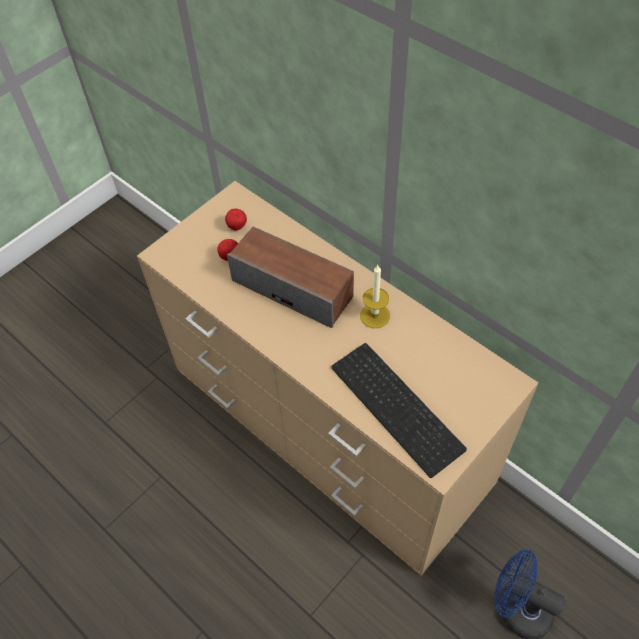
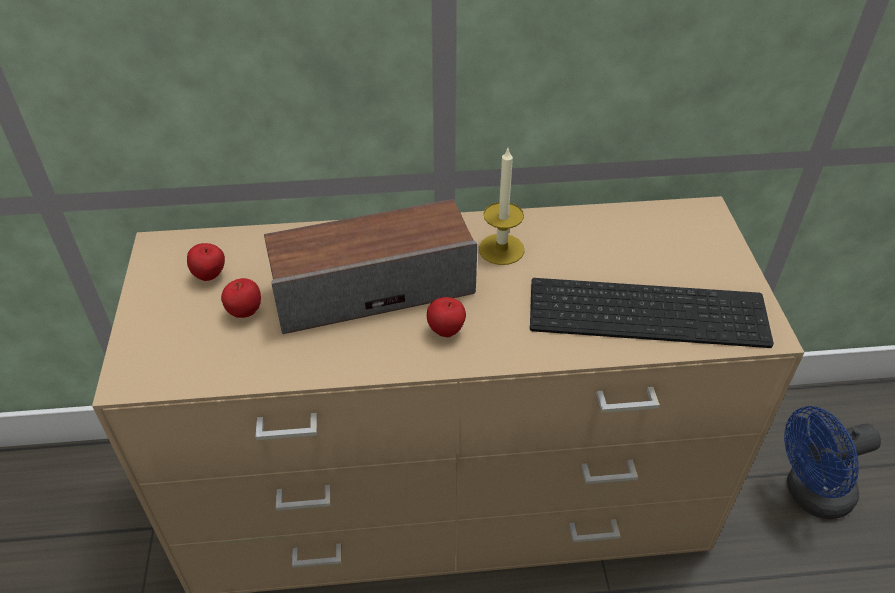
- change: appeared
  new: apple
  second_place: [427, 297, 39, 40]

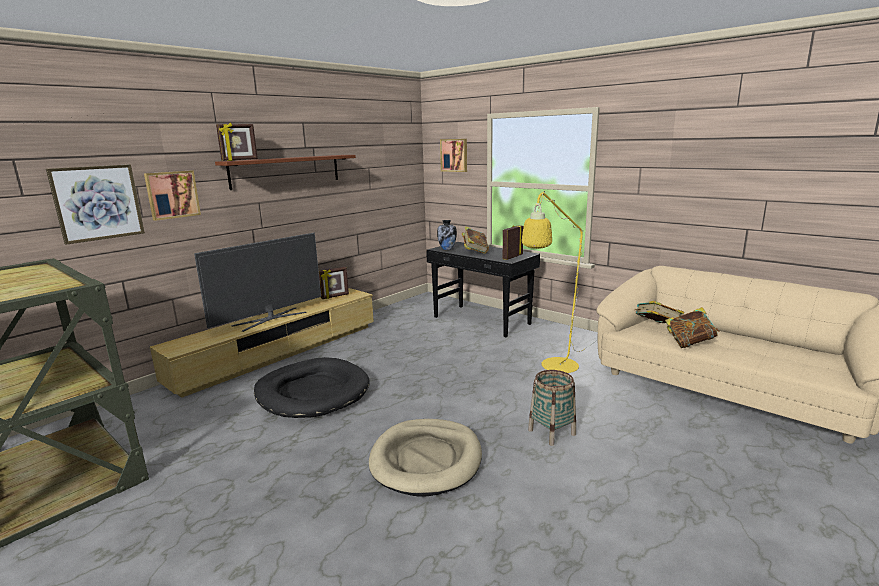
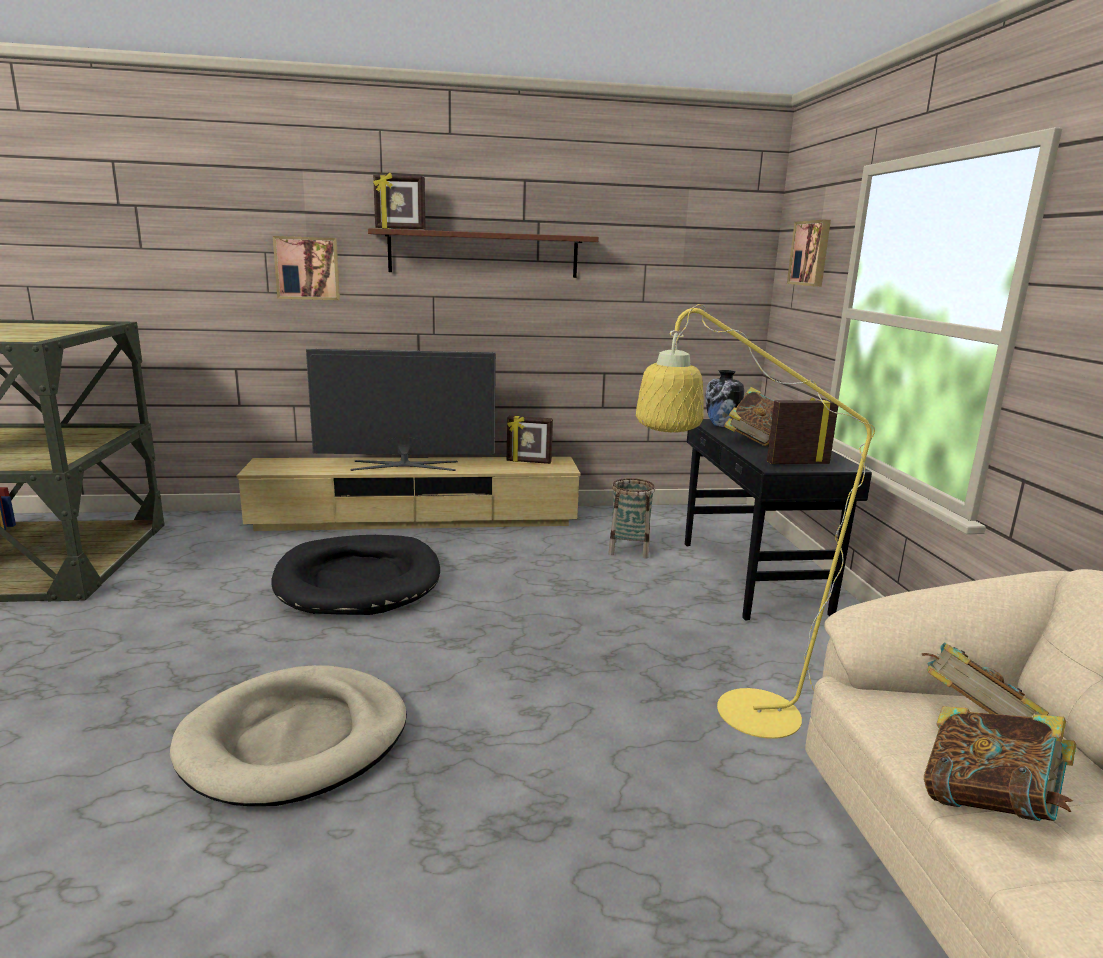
- change: missing
  old: picture
  first_place: [46, 164, 99, 81]
- change: relocated
  old: basket
  first_place: [528, 370, 48, 76]
  second_place: [608, 478, 47, 81]

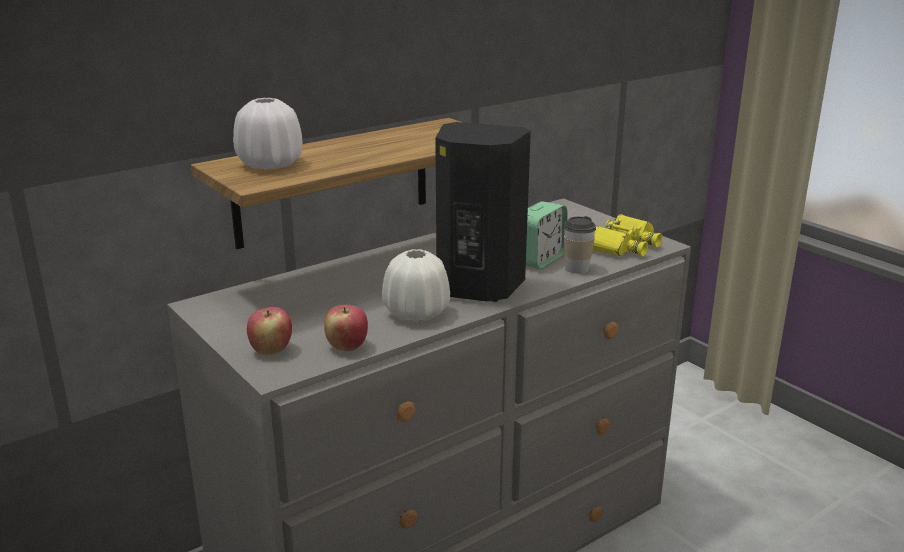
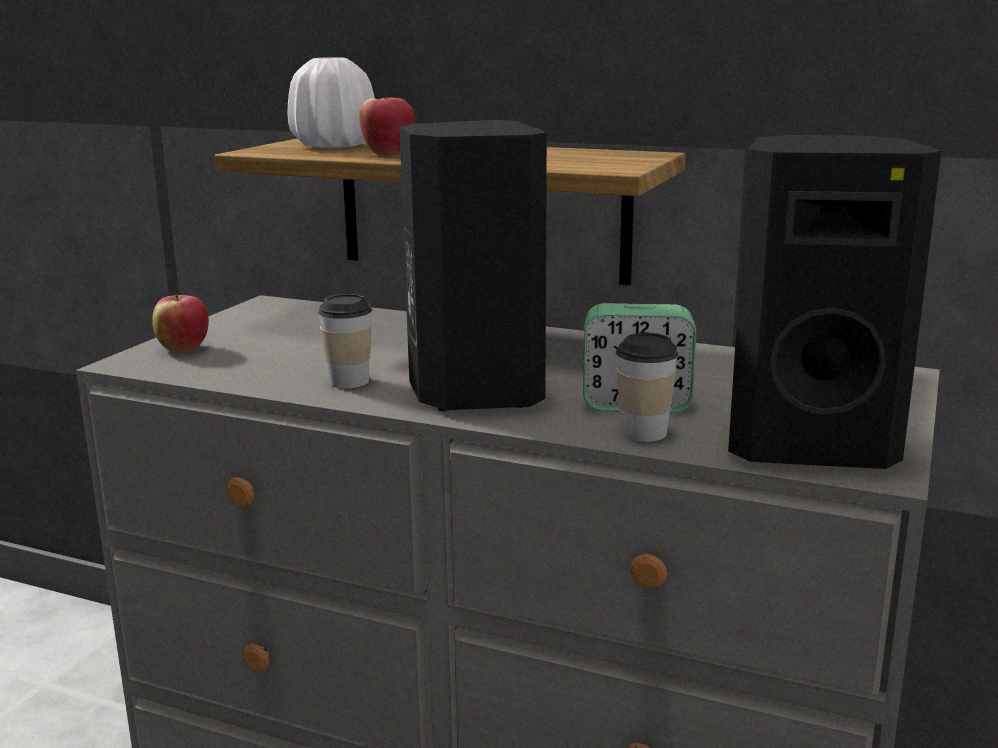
- change: relocated
  old: apple
  first_place: [324, 305, 44, 46]
  second_place: [359, 94, 56, 62]
- change: exchanged
  old: white vase
  new: cup
  first_place: [382, 249, 68, 73]
  second_place: [318, 294, 54, 94]
- change: exchanged
  old: yellow binoculars
  new: black speaker
  first_place: [593, 214, 69, 43]
  second_place: [728, 135, 214, 334]

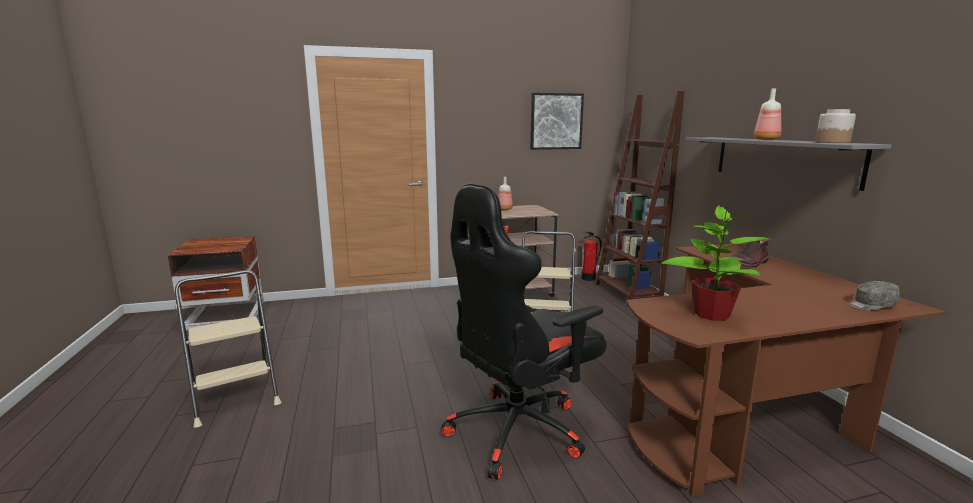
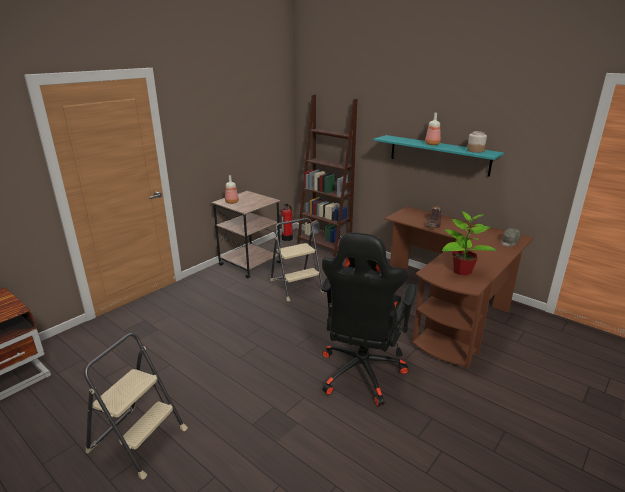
- change: missing
  old: picture
  first_place: [530, 93, 54, 57]
- change: colour
  old: grey shelf
  new: turquoise shelf
  first_place: [686, 137, 206, 54]
  second_place: [373, 135, 131, 42]

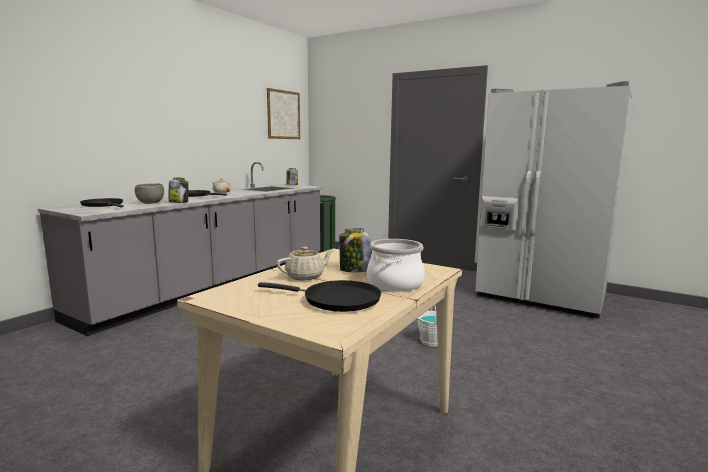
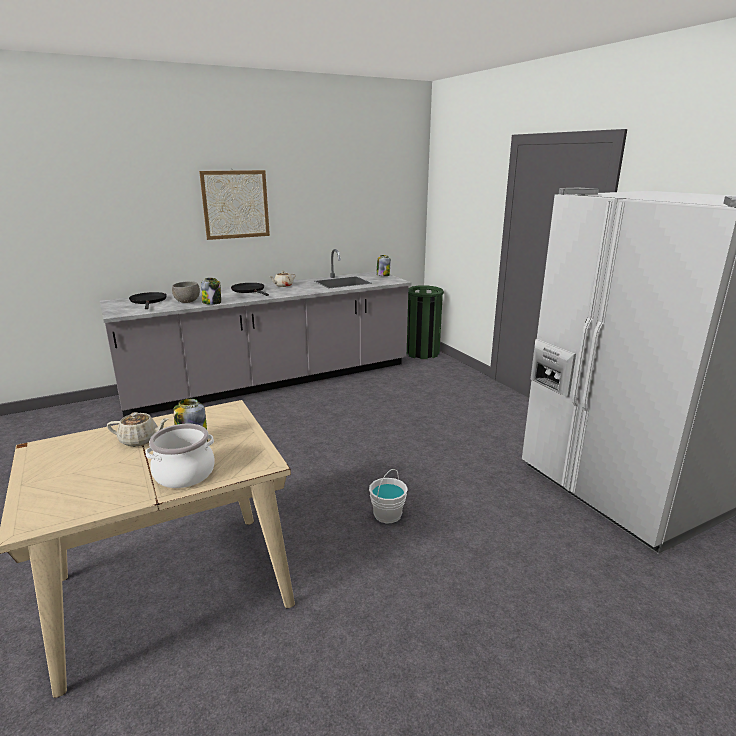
- change: missing
  old: black frying pan
  first_place: [258, 280, 123, 32]
- change: relocated
  old: picture
  first_place: [267, 88, 33, 51]
  second_place: [199, 170, 71, 70]

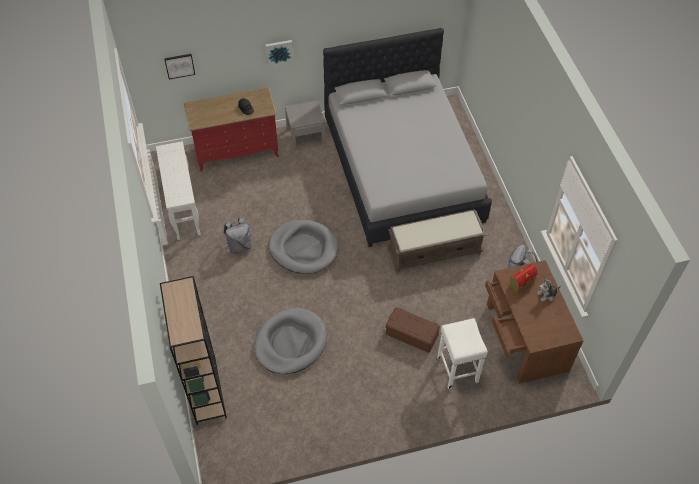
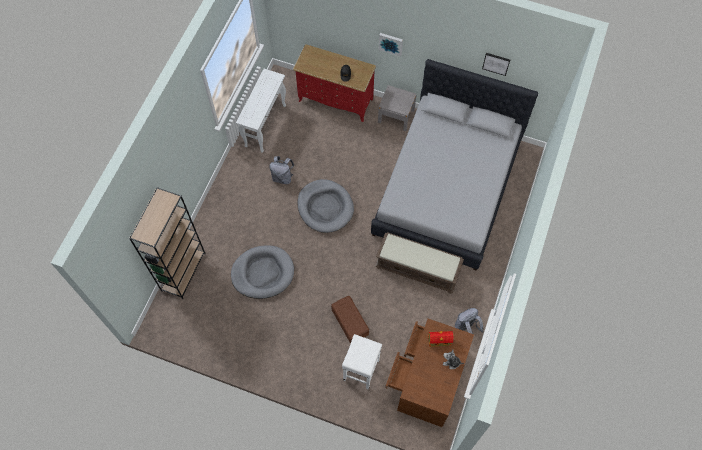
- change: relocated
  old: picture
  first_place: [164, 54, 31, 25]
  second_place: [482, 53, 28, 23]

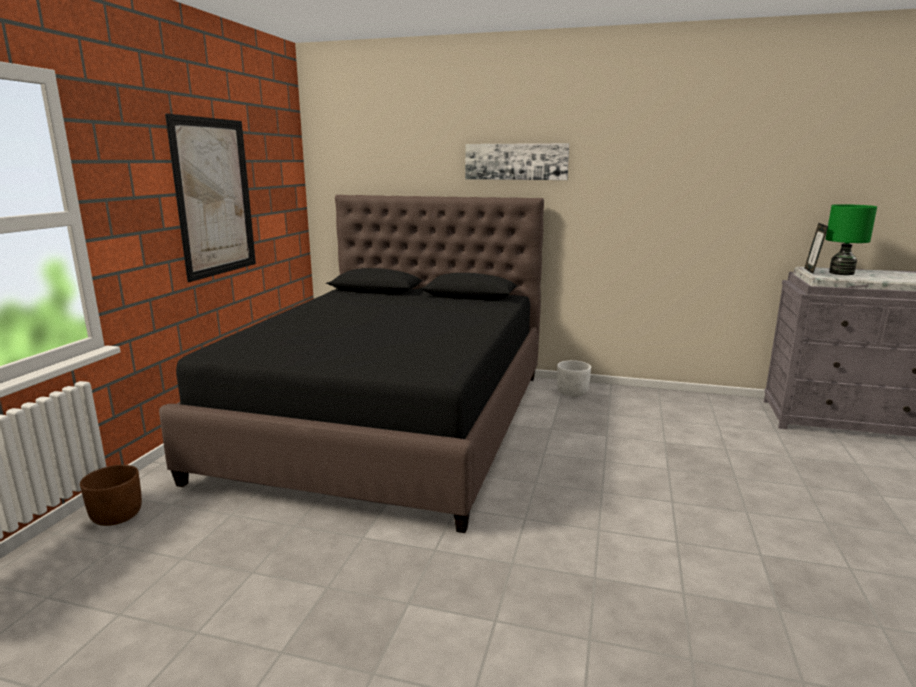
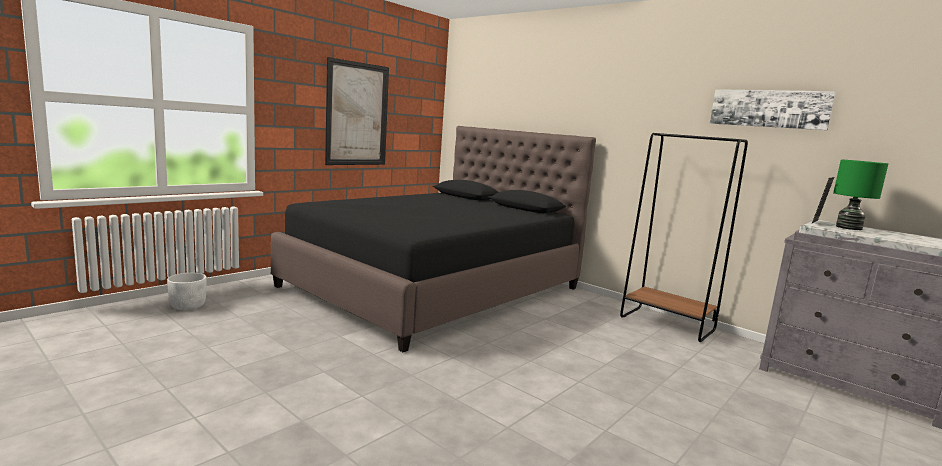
- change: missing
  old: brown planter
  first_place: [80, 465, 62, 61]
- change: relocated
  old: picture
  first_place: [465, 143, 104, 37]
  second_place: [710, 89, 126, 41]
- change: relocated
  old: white planter
  first_place: [557, 360, 34, 37]
  second_place: [167, 273, 39, 37]
- change: appeared
  new: clothes rack
  second_place: [620, 133, 128, 209]

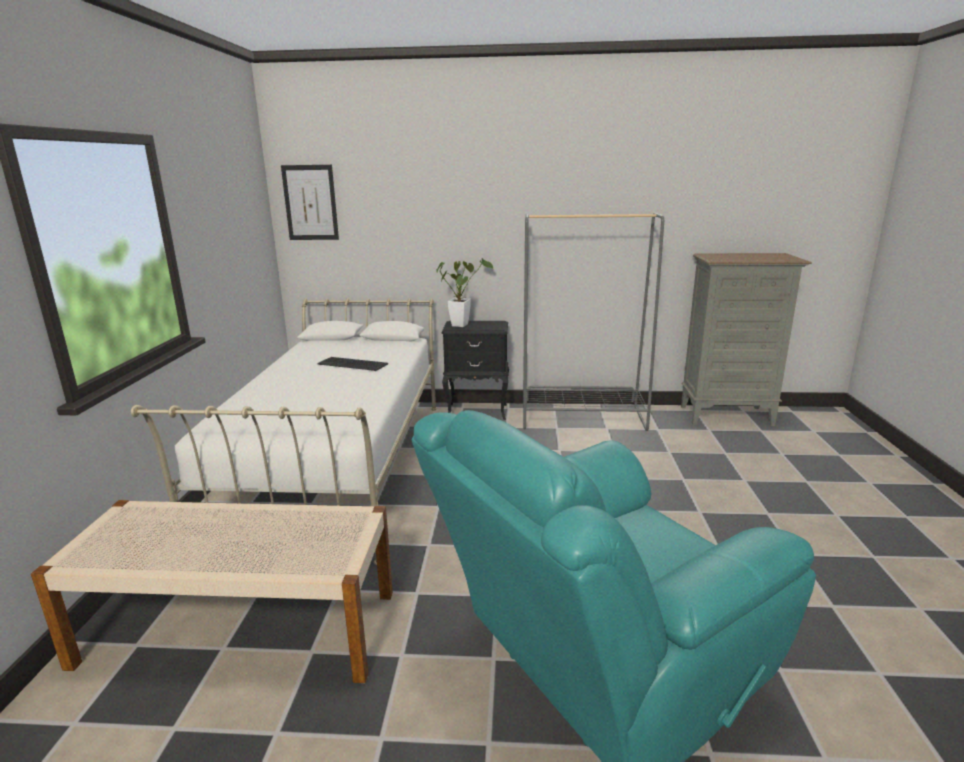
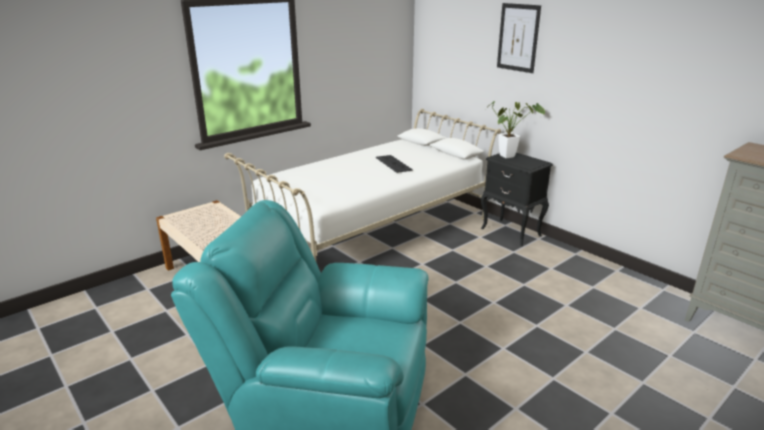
- change: relocated
  old: picture
  first_place: [281, 165, 58, 75]
  second_place: [497, 3, 44, 70]
- change: missing
  old: grey clothes rack
  first_place: [523, 213, 141, 218]

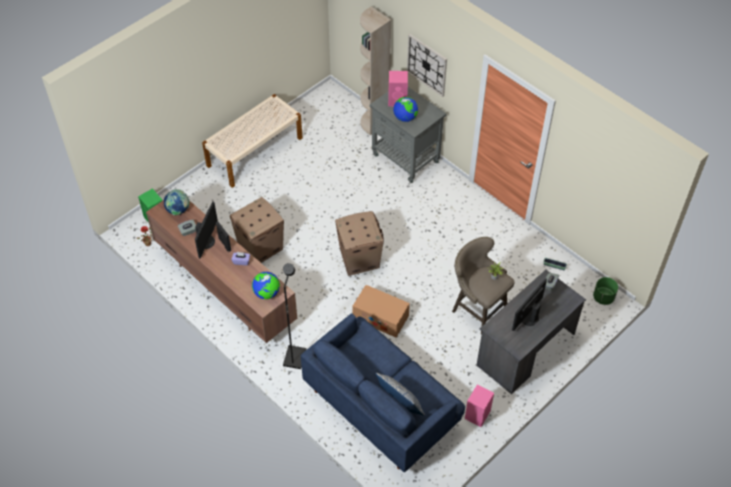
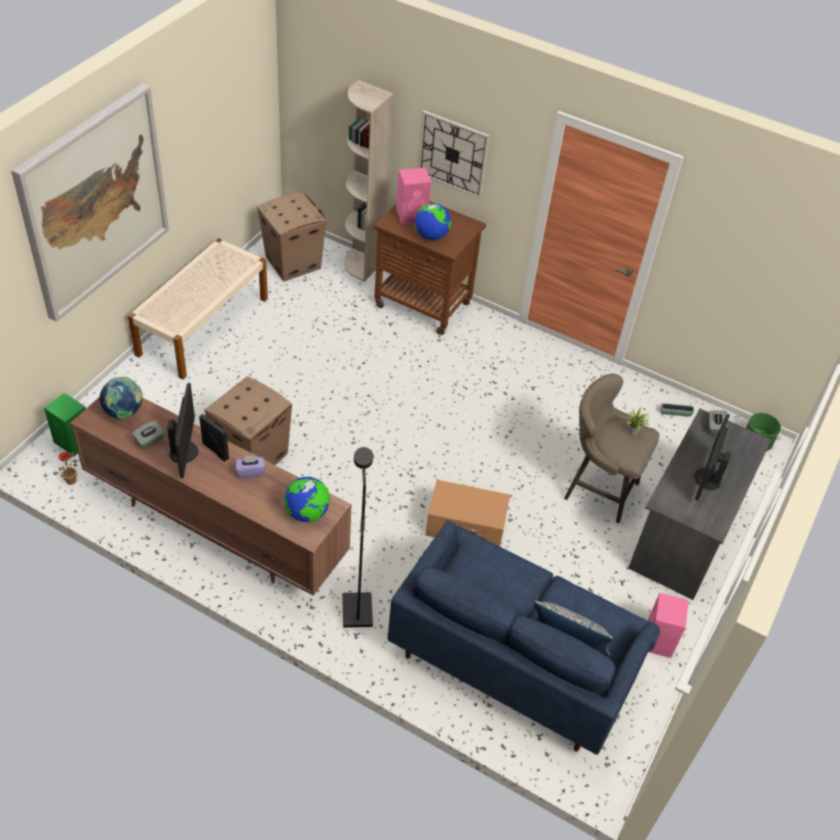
- change: relocated
  old: cardboard box
  first_place: [335, 211, 49, 65]
  second_place: [257, 192, 69, 90]
- change: colour
  old: grey cart
  new: brown cart
  first_place: [369, 87, 77, 96]
  second_place: [374, 201, 112, 135]
- change: appeared
  new: picture
  second_place: [11, 83, 158, 239]

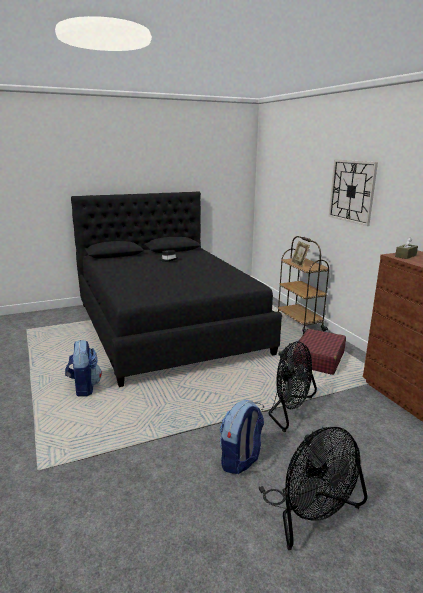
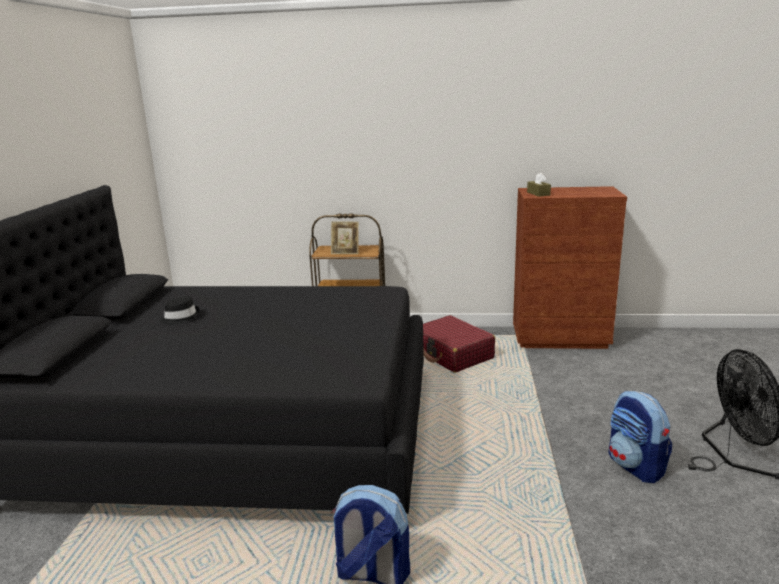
- change: missing
  old: black fan
  first_place: [254, 341, 63, 91]
- change: missing
  old: wall clock
  first_place: [328, 160, 50, 66]

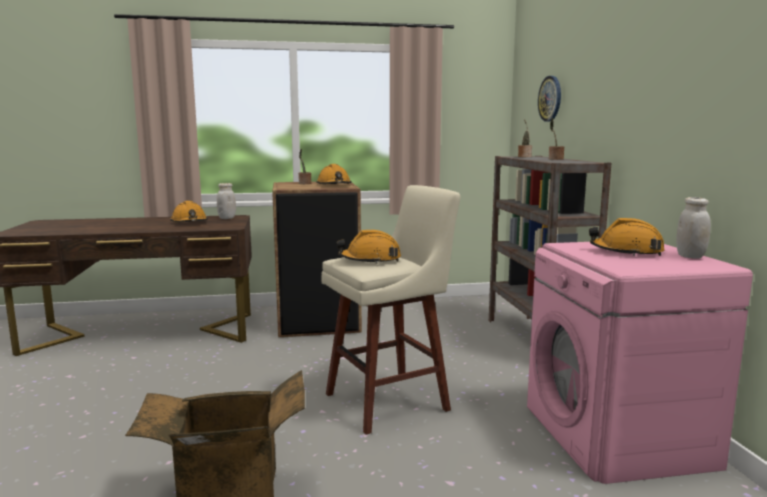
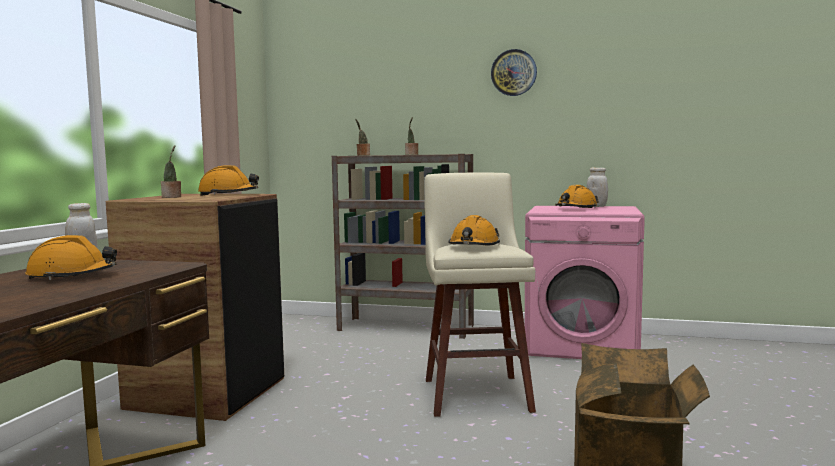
- change: relocated
  old: wall clock
  first_place: [538, 76, 23, 46]
  second_place: [491, 49, 46, 47]

